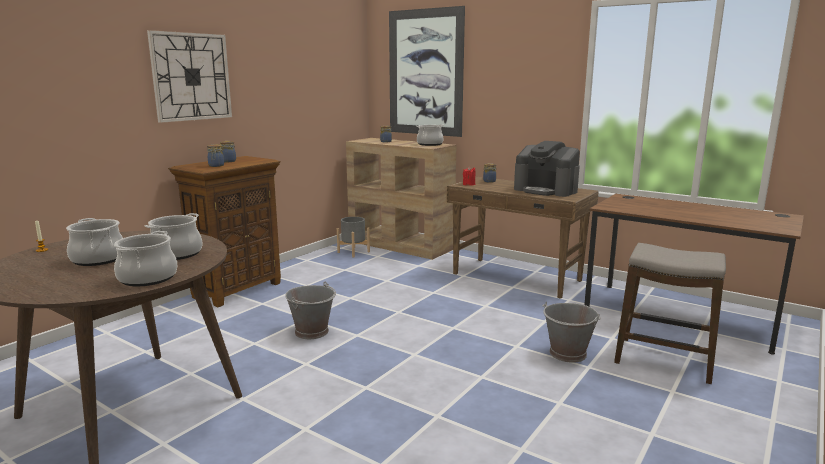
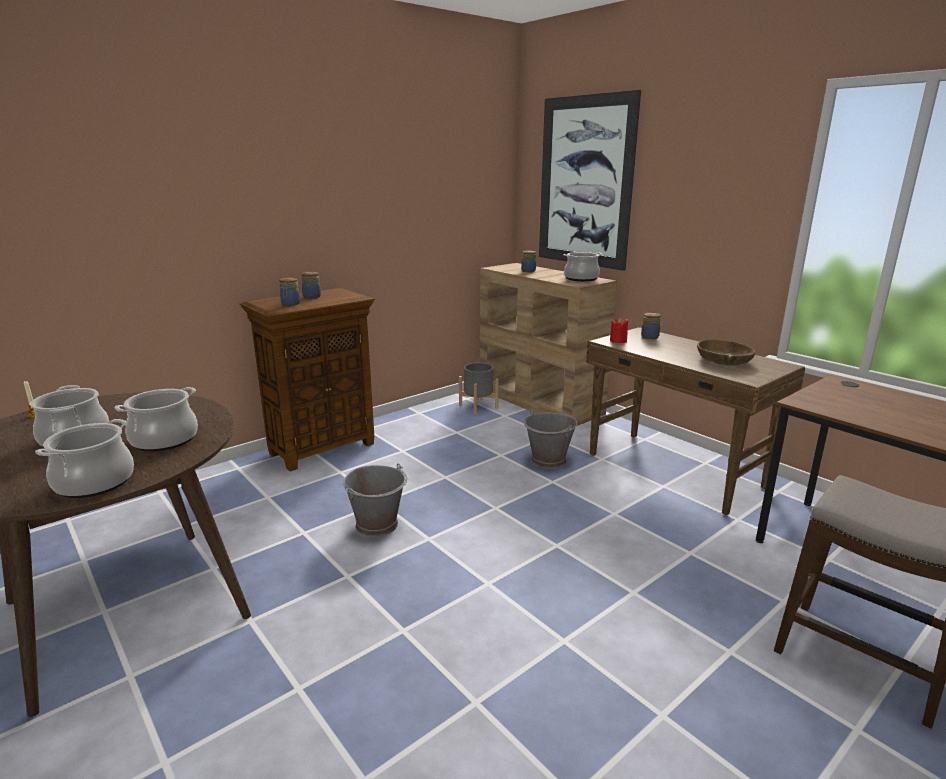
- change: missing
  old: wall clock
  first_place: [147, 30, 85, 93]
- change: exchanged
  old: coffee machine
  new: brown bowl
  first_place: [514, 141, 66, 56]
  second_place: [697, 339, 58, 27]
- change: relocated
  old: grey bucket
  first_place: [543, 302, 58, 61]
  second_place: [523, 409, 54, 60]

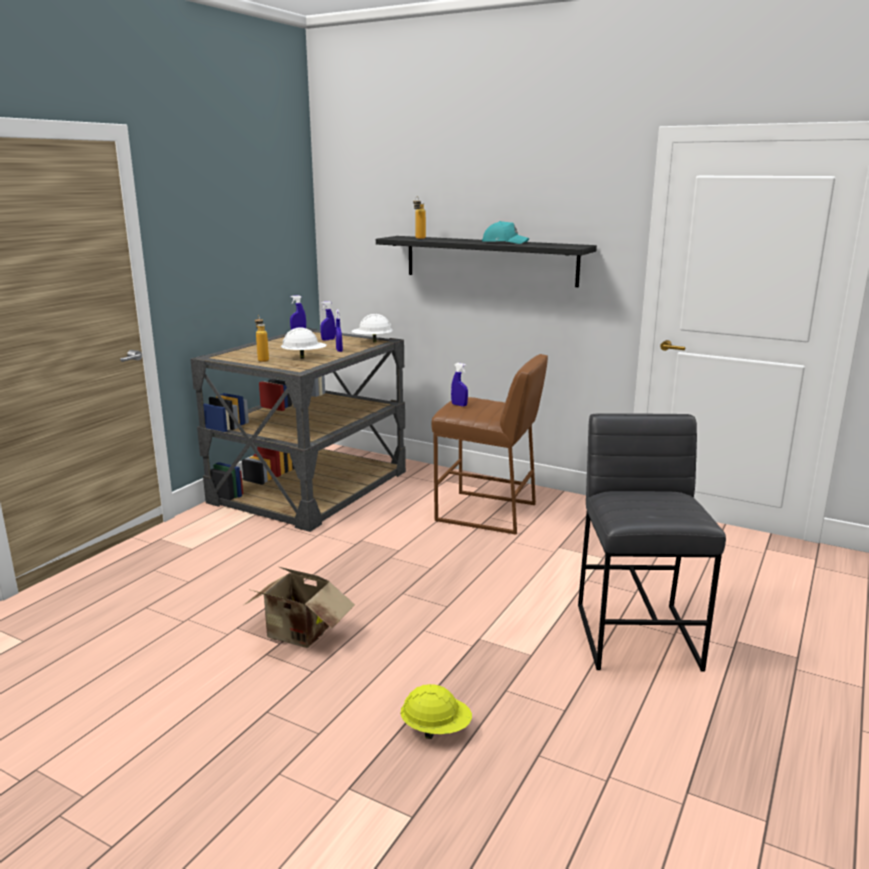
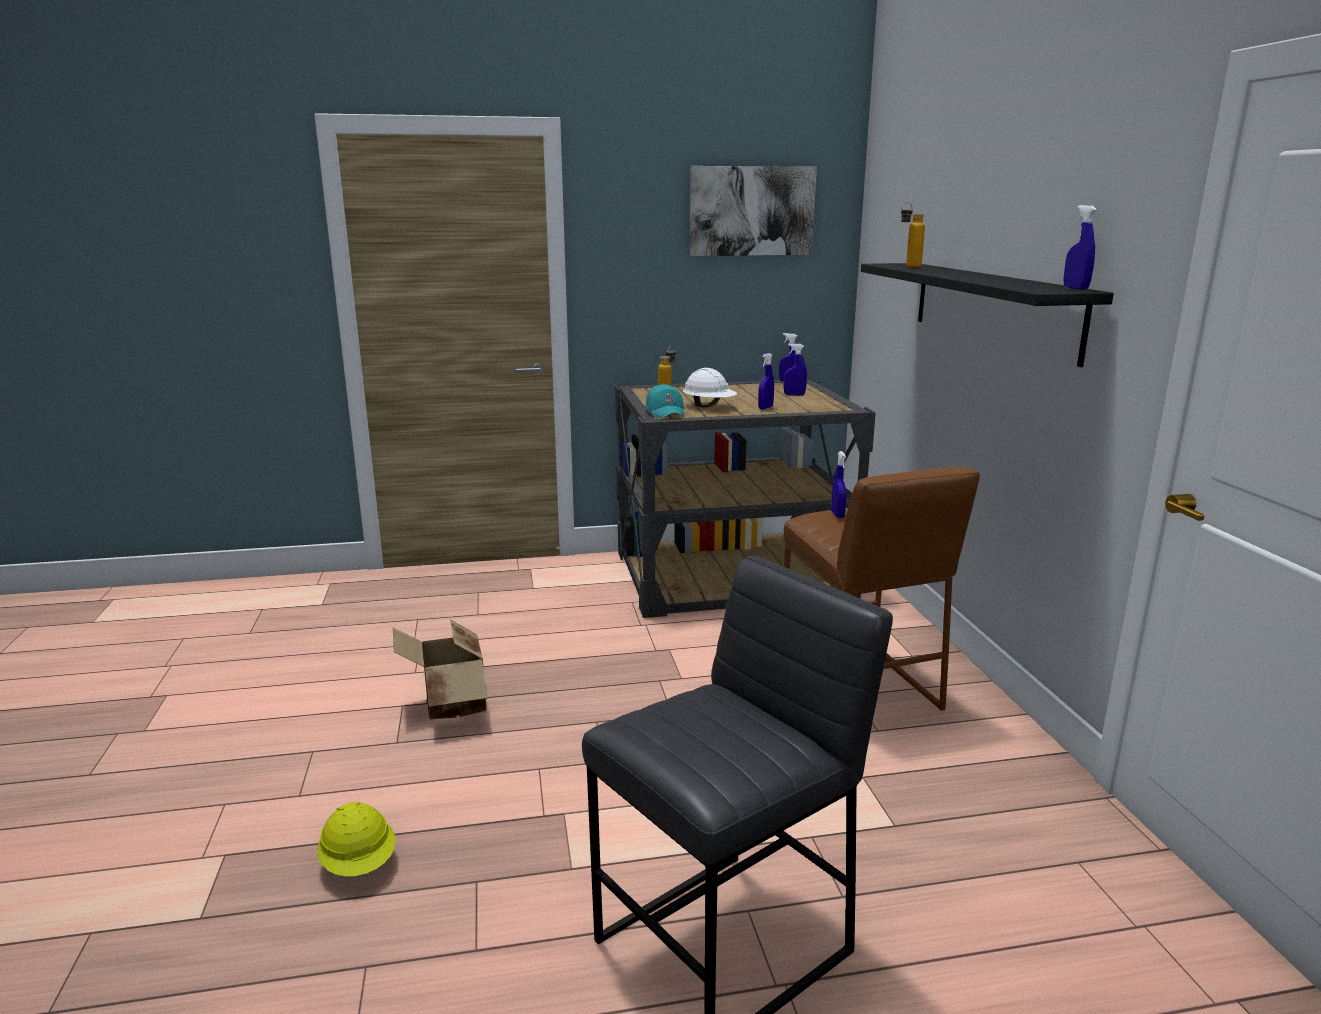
- change: missing
  old: white hard hat
  first_place: [351, 314, 42, 28]
- change: relocated
  old: turquoise cap
  first_place: [482, 221, 47, 23]
  second_place: [645, 384, 39, 34]
- change: appeared
  new: picture
  second_place: [690, 166, 127, 90]
- change: appeared
  new: blue spray bottle
  second_place: [1064, 205, 33, 84]

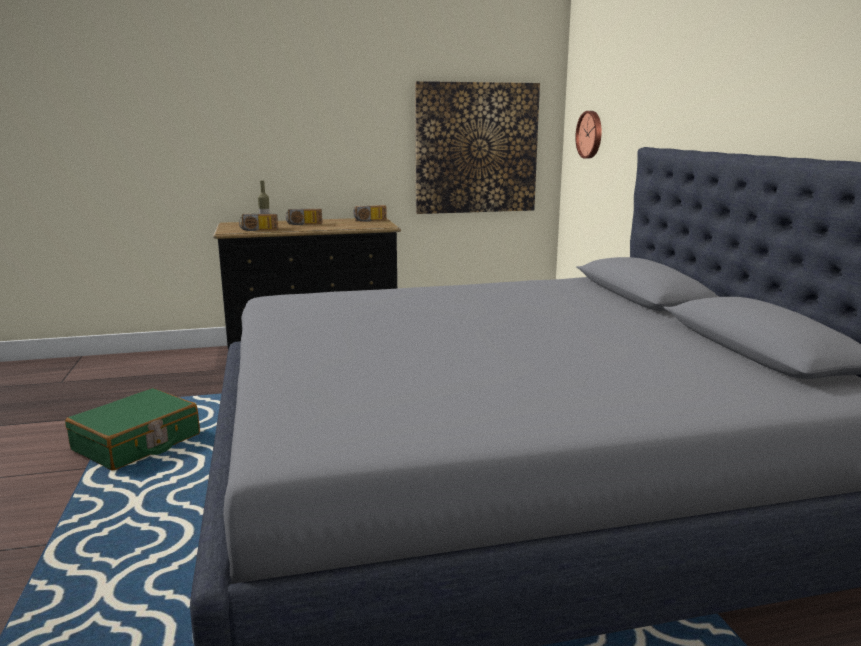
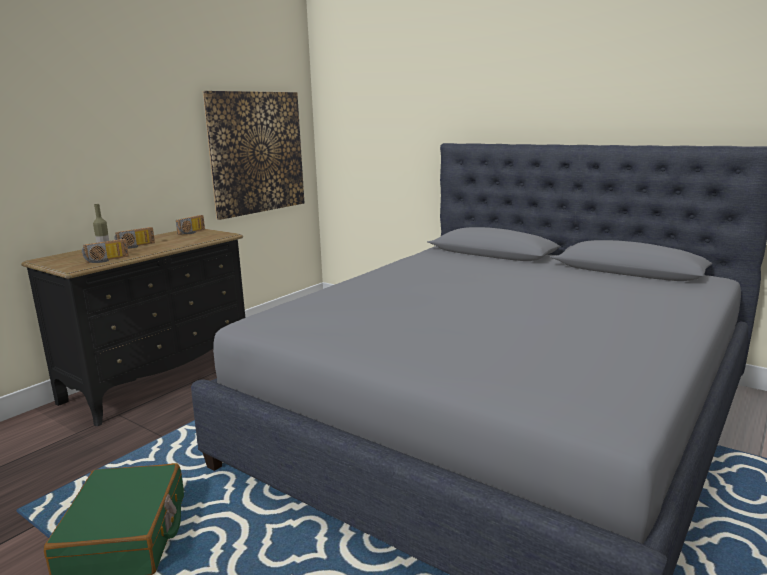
- change: missing
  old: wall clock
  first_place: [575, 111, 27, 48]

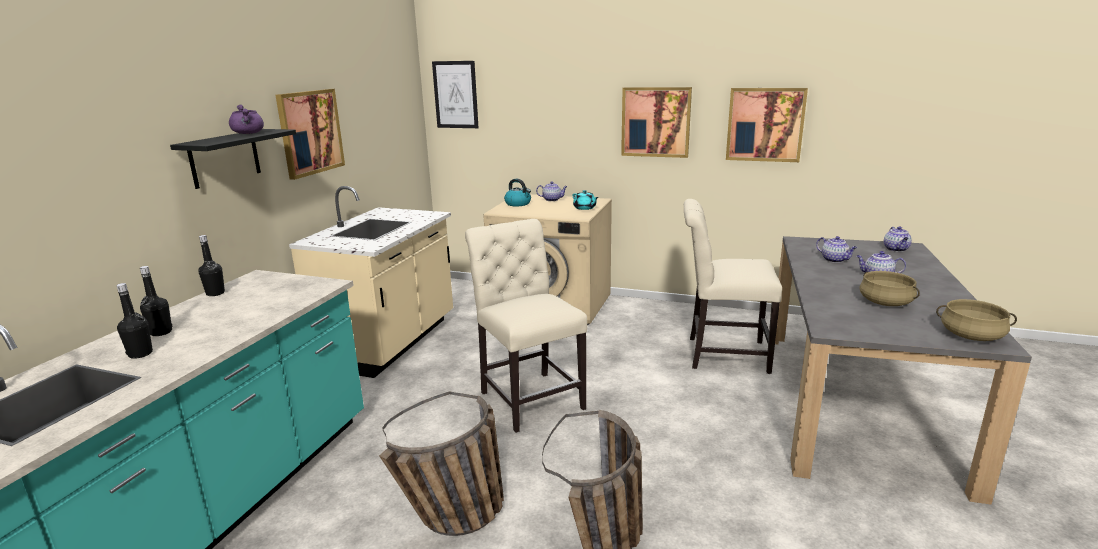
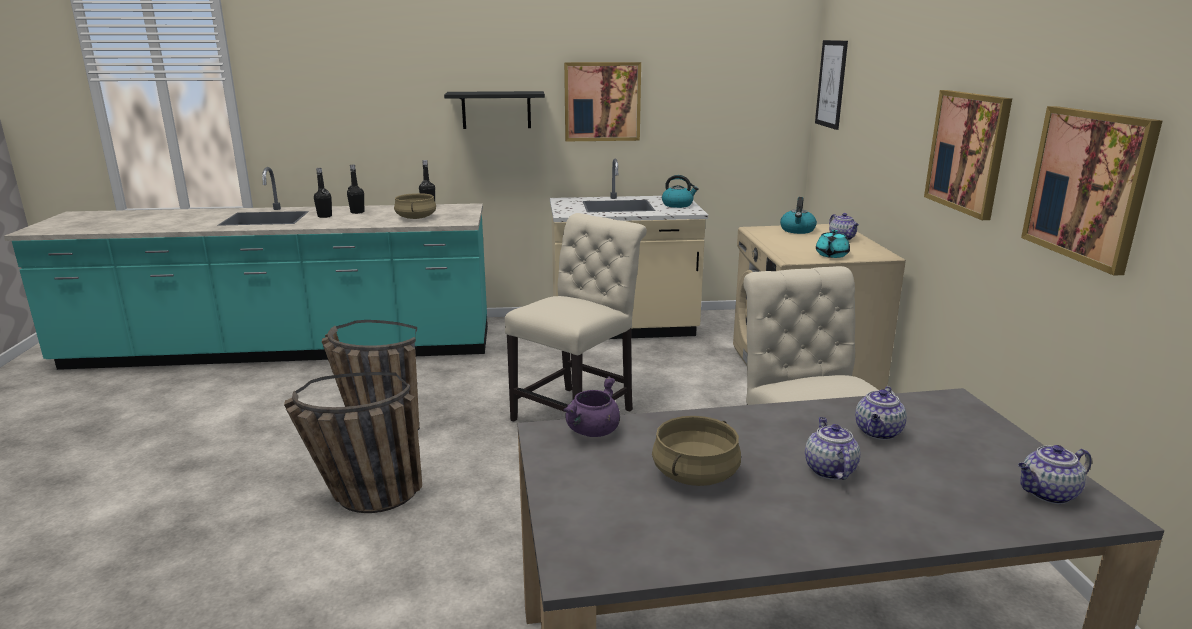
- change: relocated
  old: purple cooking pot
  first_place: [229, 104, 35, 30]
  second_place: [563, 377, 57, 60]
- change: relocated
  old: beige cooking pot
  first_place: [936, 299, 81, 42]
  second_place: [394, 193, 42, 26]
- change: appeared
  new: kettle
  second_place: [662, 175, 37, 33]

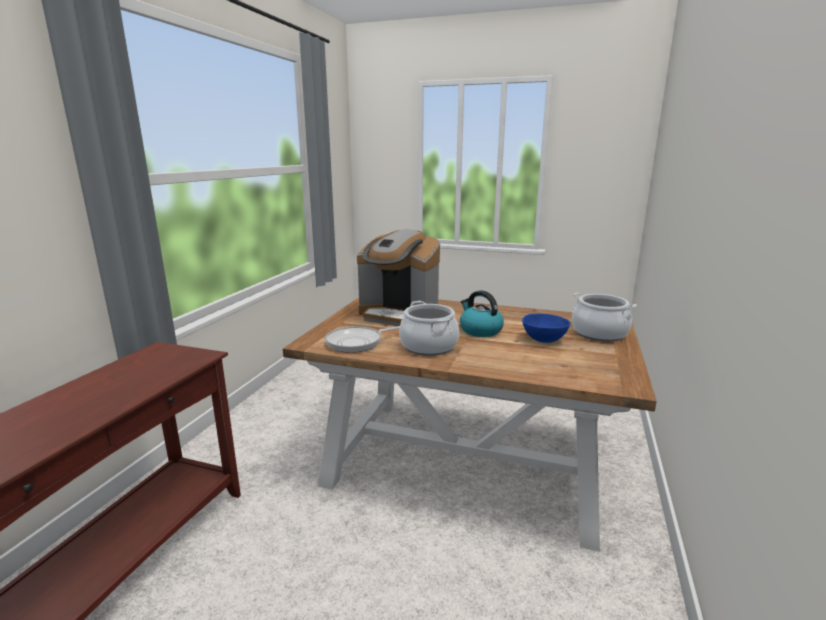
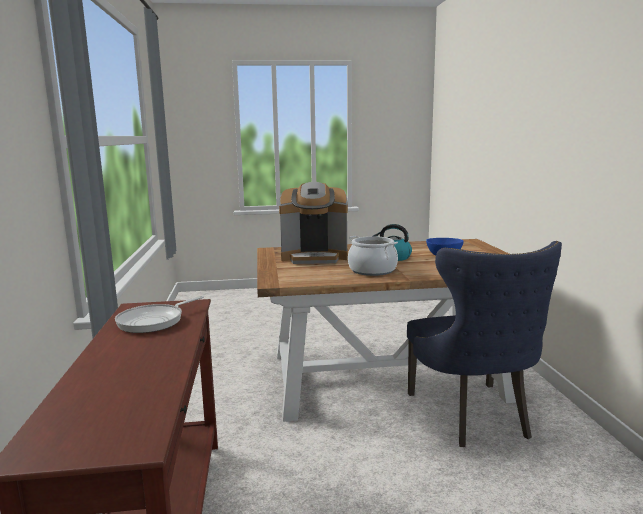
- change: relocated
  old: frying pan
  first_place: [325, 326, 75, 27]
  second_place: [115, 296, 89, 37]
- change: missing
  old: cooking pot
  first_place: [572, 293, 65, 48]
- change: appeared
  new: blue chair
  second_place: [407, 241, 155, 206]

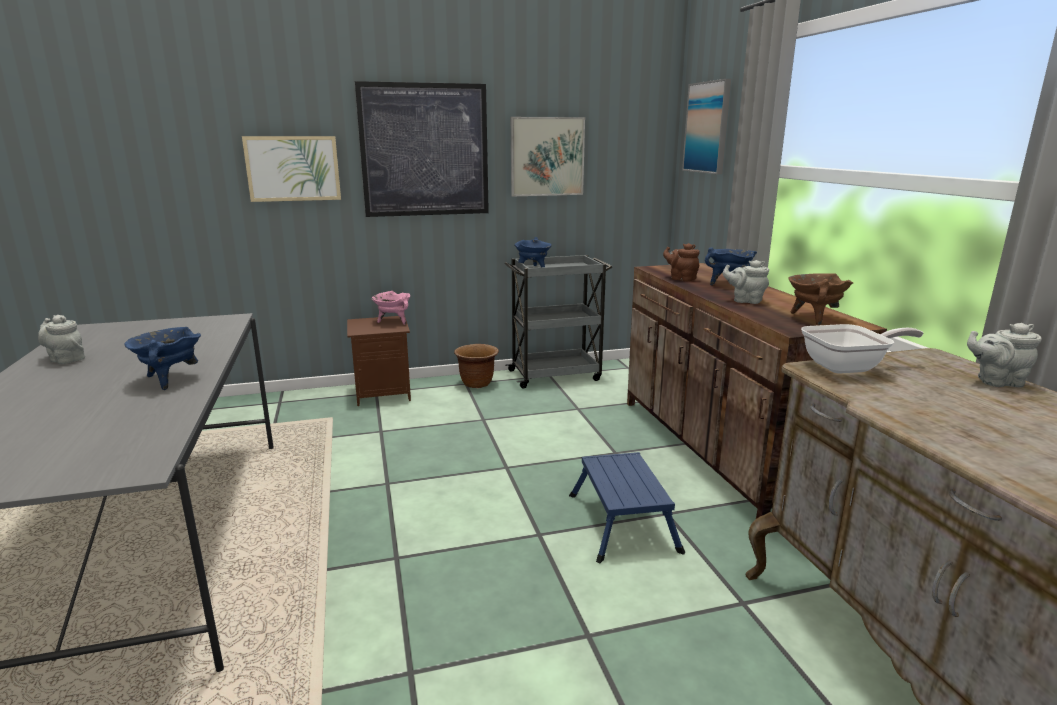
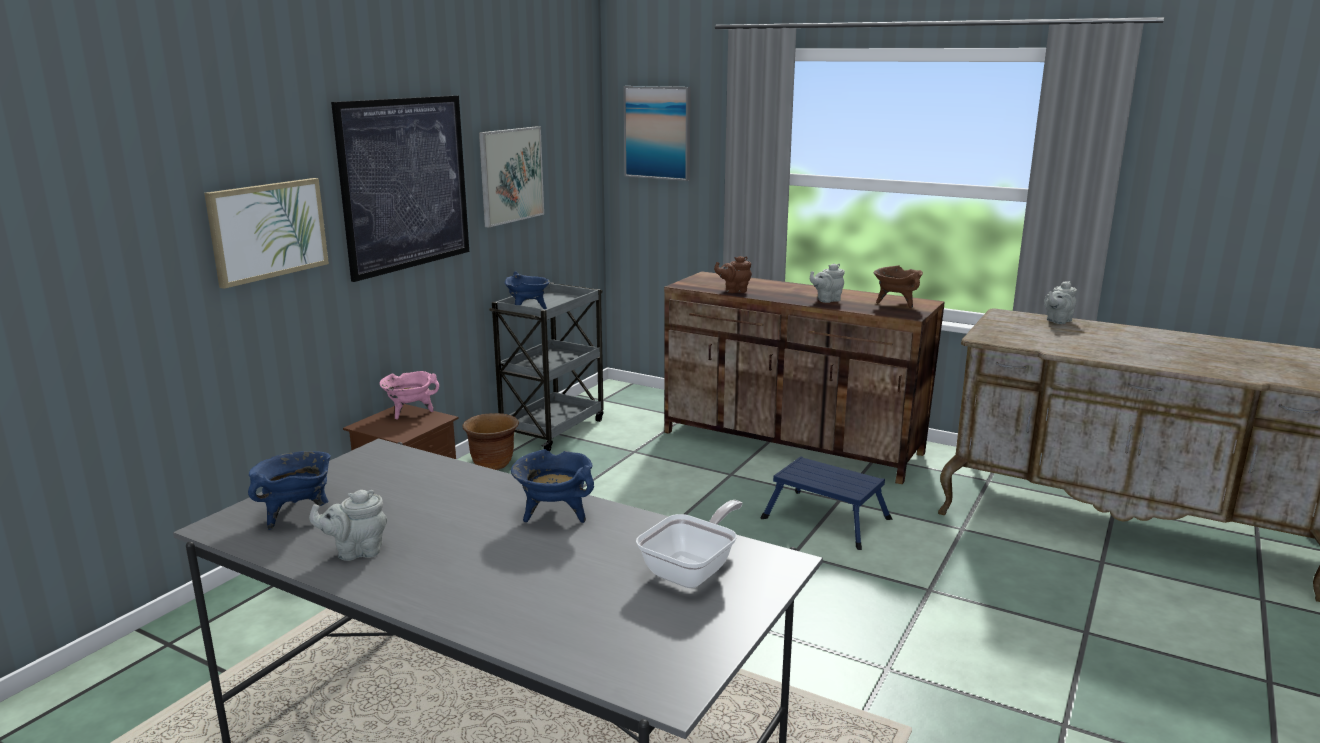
- change: relocated
  old: blue cooking pot
  first_place: [705, 247, 52, 38]
  second_place: [248, 451, 83, 79]
- change: relocated
  old: frying pan
  first_place: [801, 324, 122, 50]
  second_place: [636, 500, 107, 88]

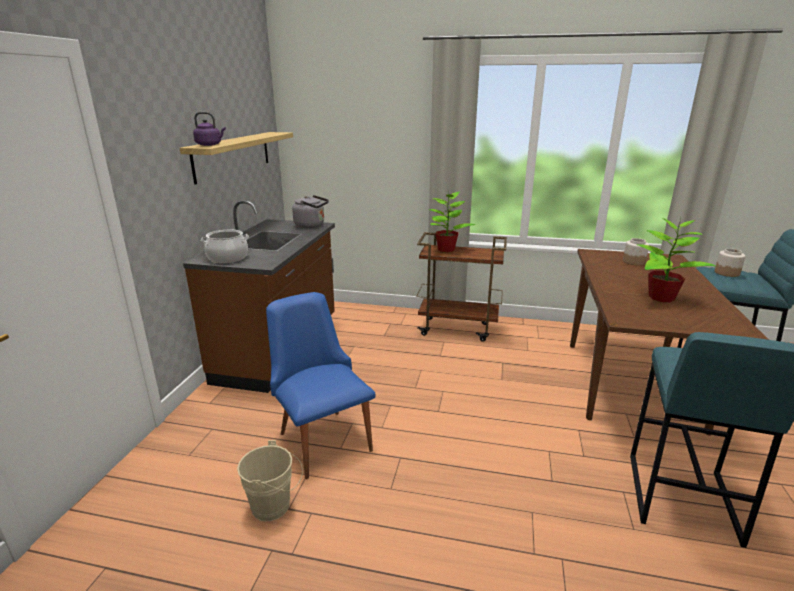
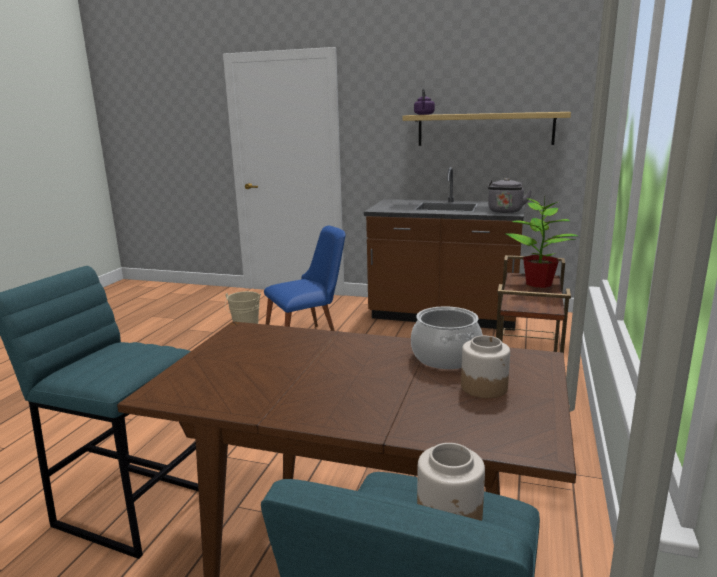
- change: relocated
  old: cooking pot
  first_place: [201, 230, 48, 33]
  second_place: [411, 306, 72, 63]
- change: missing
  old: potted plant
  first_place: [637, 217, 79, 85]

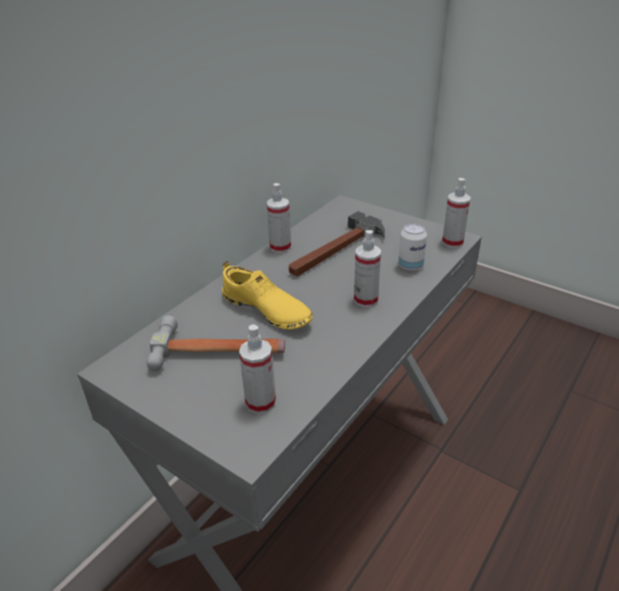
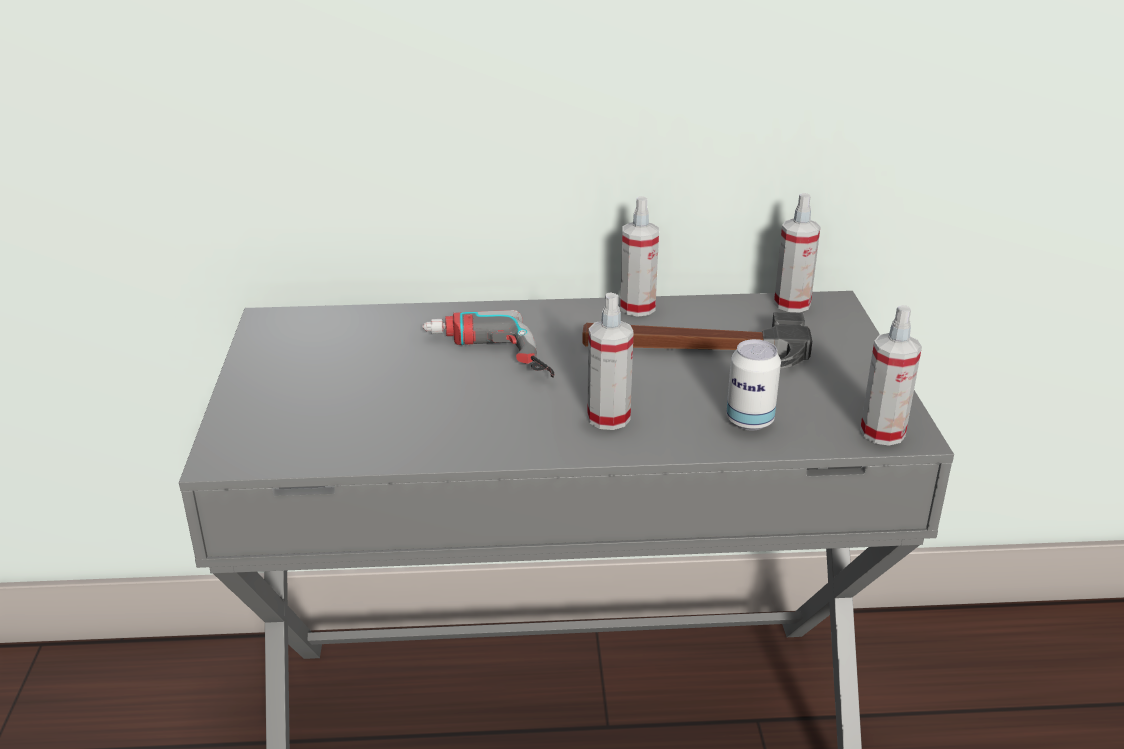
- change: missing
  old: hammer
  first_place: [147, 316, 138, 55]
- change: exchanged
  old: yellow shoe
  new: power drill
  first_place: [222, 261, 91, 68]
  second_place: [422, 310, 132, 68]
- change: relocated
  old: spray bottle
  first_place: [239, 324, 37, 90]
  second_place: [774, 193, 47, 120]

